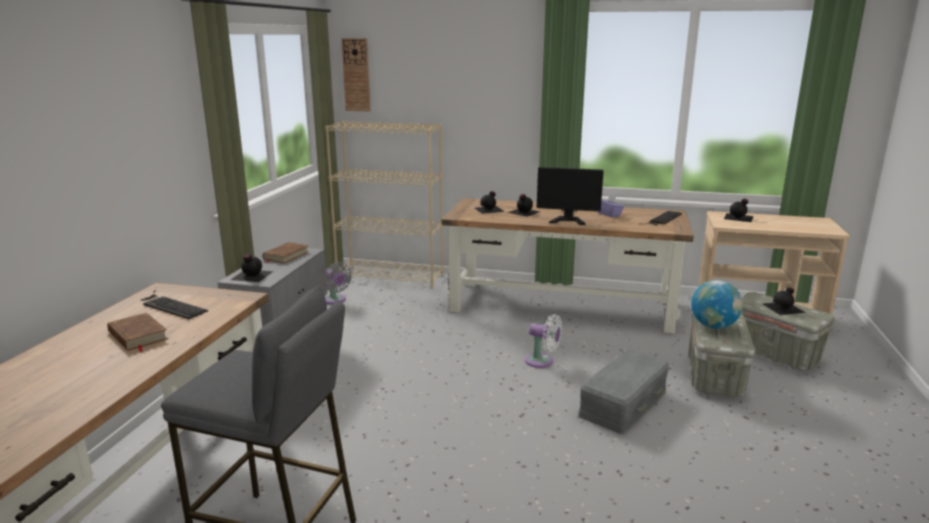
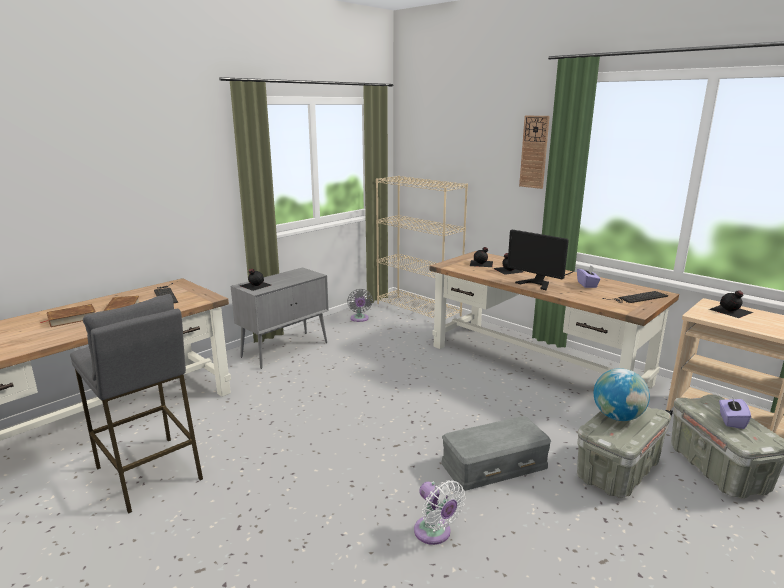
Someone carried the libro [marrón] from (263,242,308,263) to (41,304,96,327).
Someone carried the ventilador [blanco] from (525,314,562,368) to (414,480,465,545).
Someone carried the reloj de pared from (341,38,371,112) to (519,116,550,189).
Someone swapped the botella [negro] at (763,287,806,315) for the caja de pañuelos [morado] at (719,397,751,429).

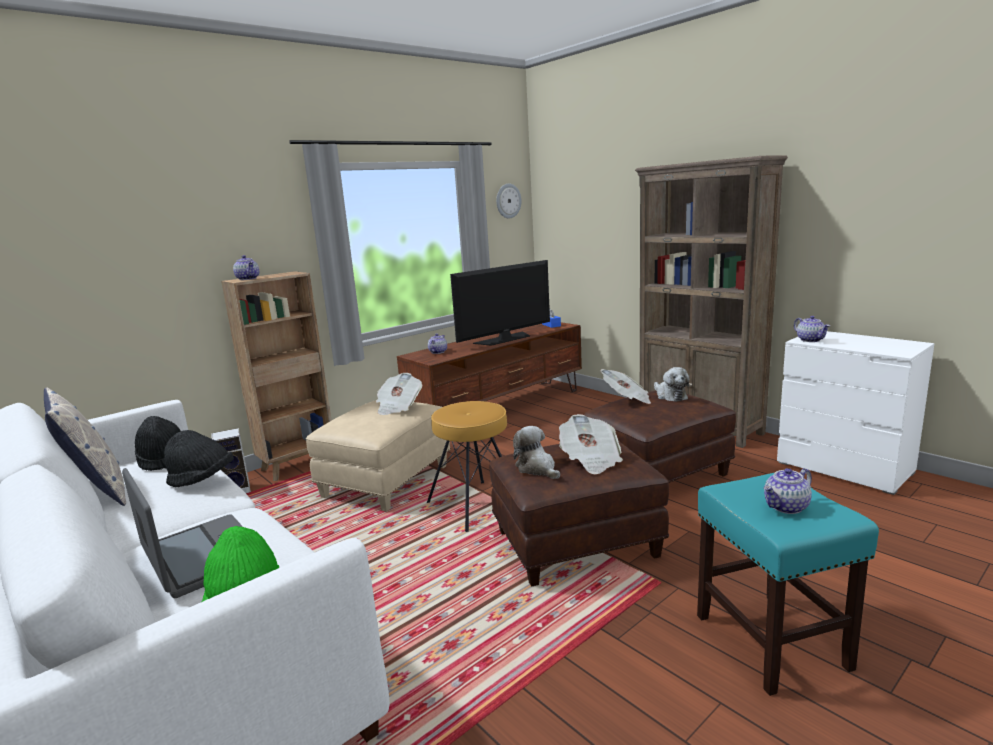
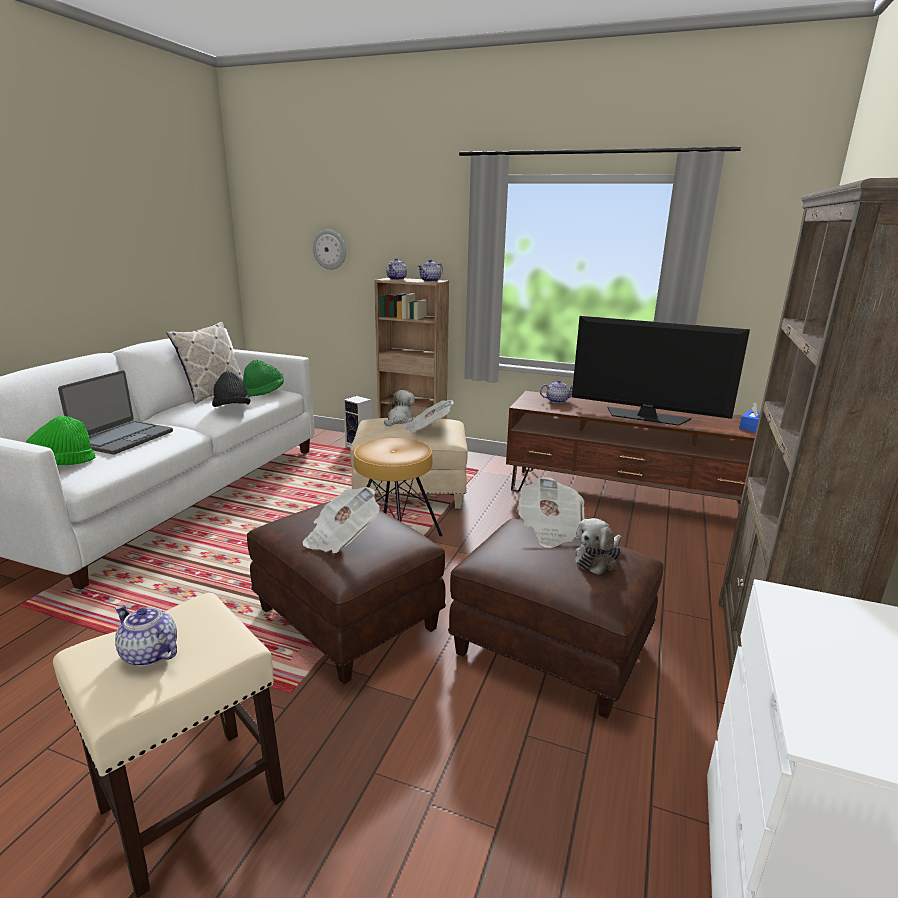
Someone repainted the taburete [turquesa] at (697,473,879,696), which became the taburete [beis] at (53,593,285,898).
Someone repainted the sombrero [negro] at (135,416,181,471), which became the sombrero [verde] at (243,359,284,397).
Someone carried the reloj de pared from (496,184,522,218) to (313,230,346,270).
Someone carried the peluche from (513,426,560,479) to (384,390,415,426).
Someone carried the tetera from (794,316,830,342) to (418,259,443,282).

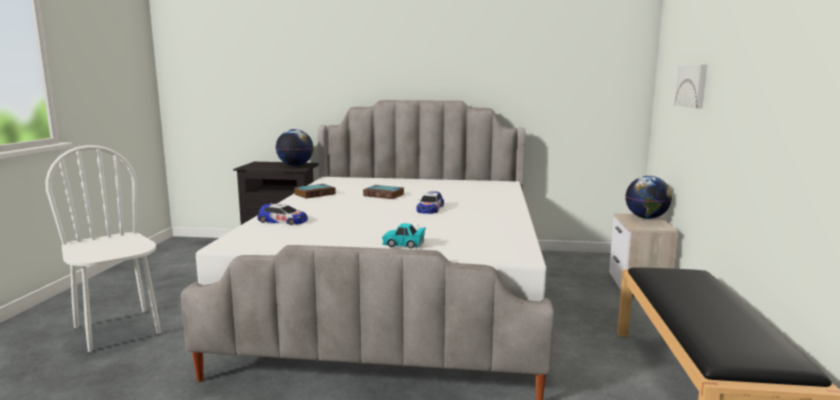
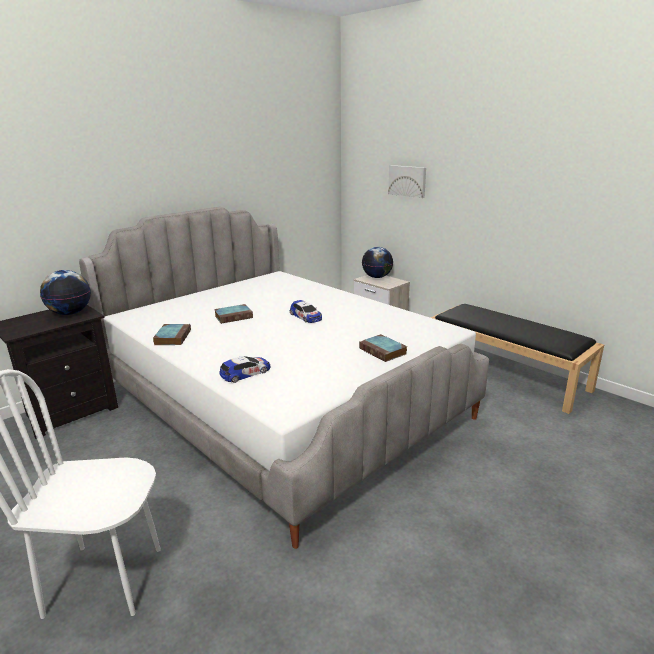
Someone swapped the coche de juguete [turquesa] at (382,223,426,249) for the libro at (359,334,407,362).

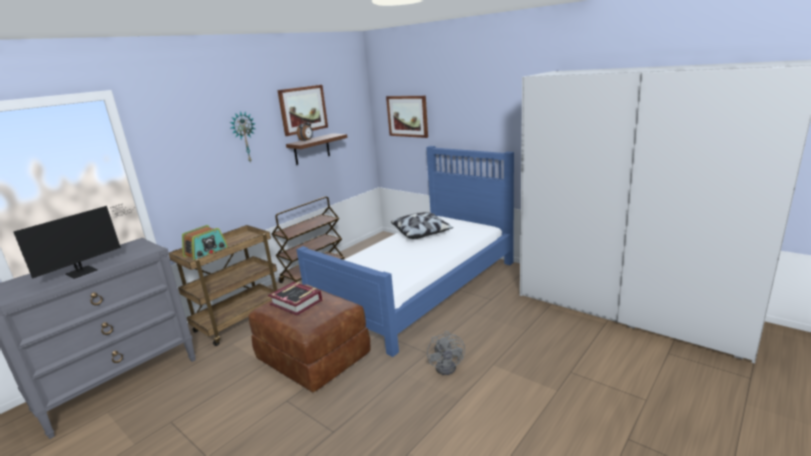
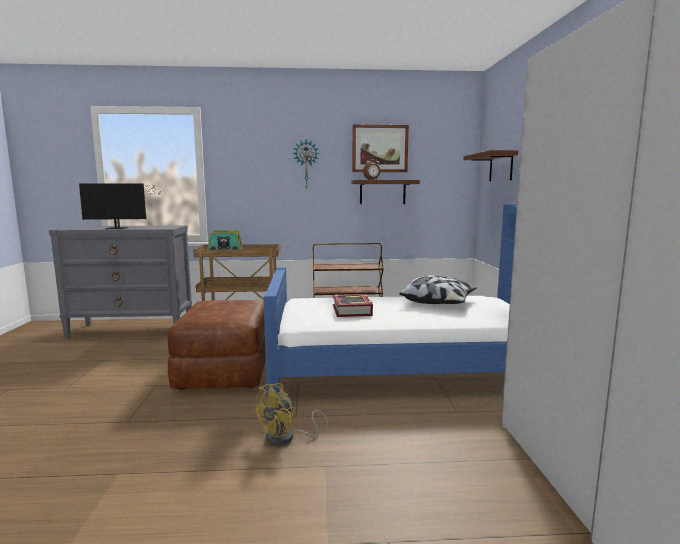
Someone repainted the ventilador [gris] at (427,331,465,375), which became the ventilador [amarillo] at (252,383,329,445).
Someone carried the libro from (268,281,323,316) to (333,294,373,317).
Someone swapped the cuadro at (386,96,428,138) for the estante [marrón] at (463,150,518,181).

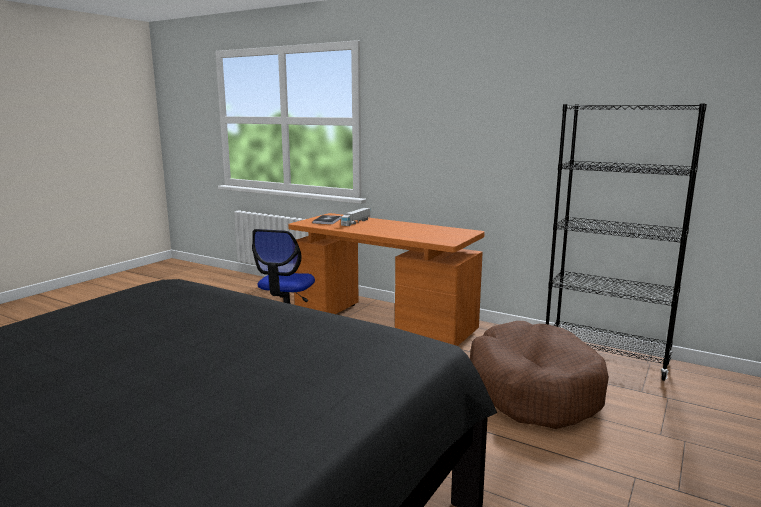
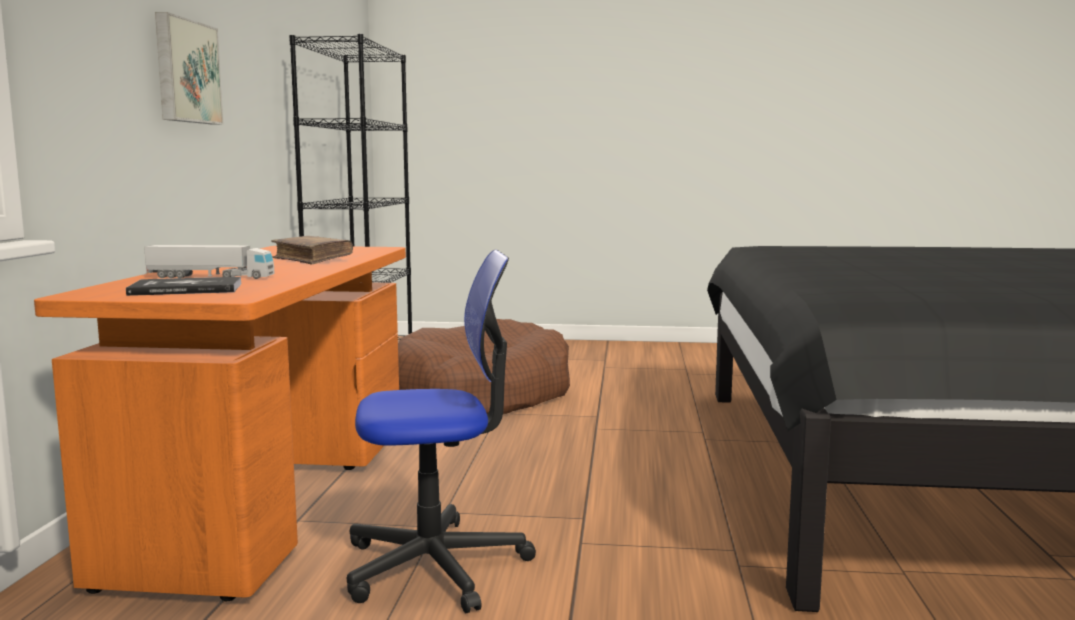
Someone put up the cuadro at (155,12,224,125).
Someone put down the libro [marrón] at (271,236,353,265).

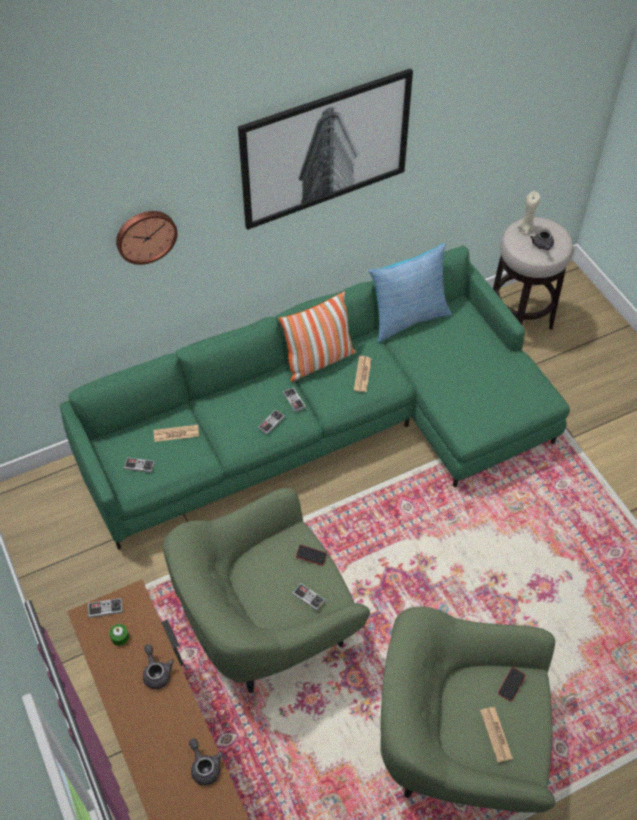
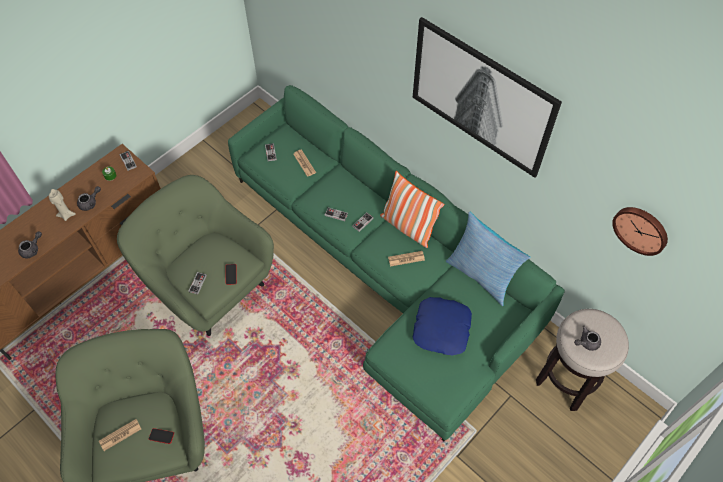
Someone carried the vela [beis] from (518,191,540,235) to (49,189,76,221).
Someone put down the cojín [azul] at (413,297,472,355).
Someone carried the reloj de pared from (116,211,178,265) to (612,207,668,256).

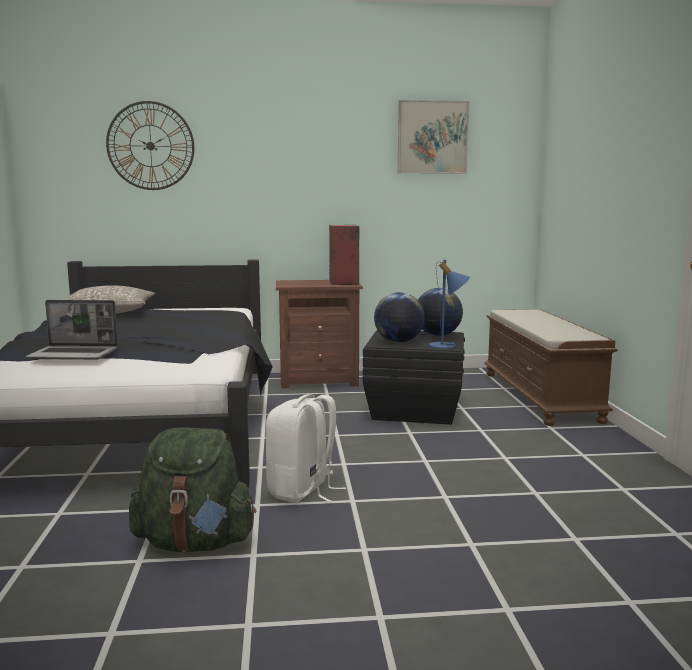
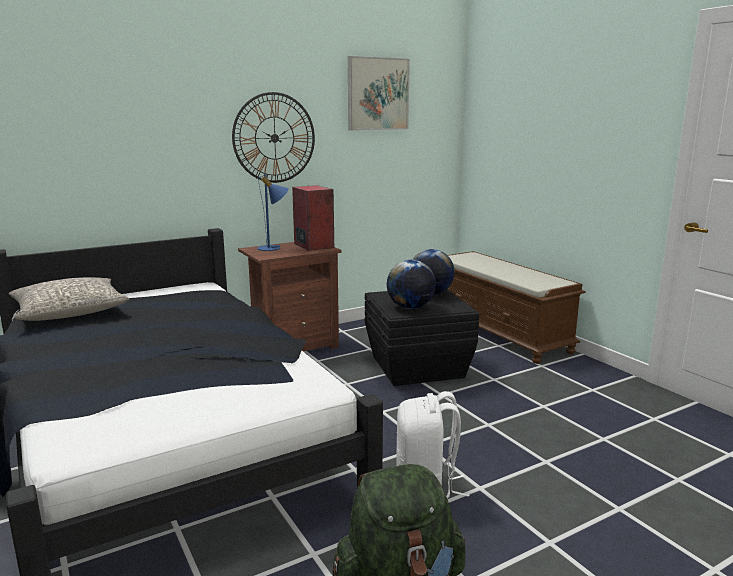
Someone carried the reloj de pared from (106,101,194,190) to (232,92,315,183).
Someone carried the lámpara de mesa [azul] from (429,260,470,348) to (257,174,289,251).
Someone took away the portátil at (25,300,118,360).

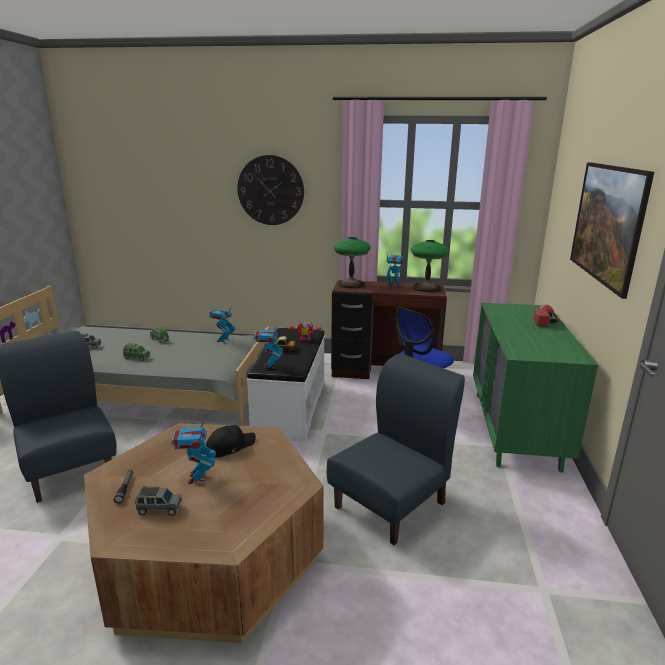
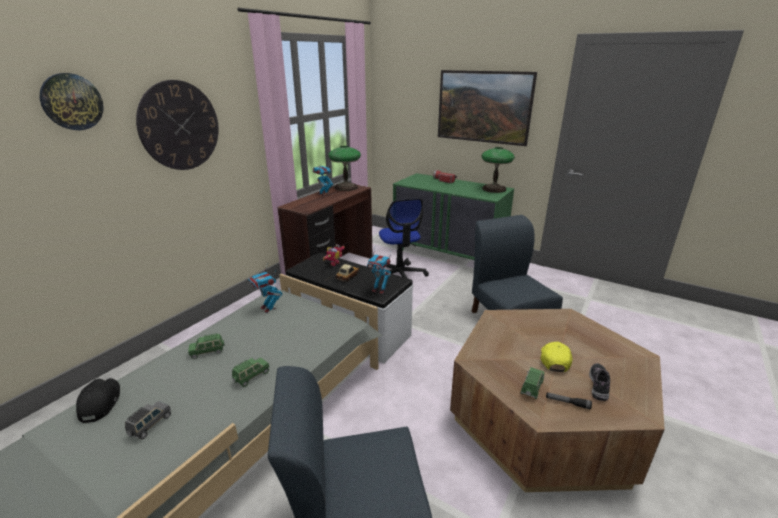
Someone put up the reloj de pared at (40,73,103,130).
Someone carried the gorra [negro] from (206,425,256,457) to (76,378,120,423).
Someone carried the lámpara de mesa from (334,237,371,289) to (481,147,515,193).
Someone put down the coche de juguete [verde] at (521,367,544,399).
Someone swapped the robot de juguete at (171,417,216,484) for the gorra [amarillo] at (541,342,573,372).
Someone swapped the coche de juguete [gris] at (135,487,182,516) for the zapato at (589,363,610,401).

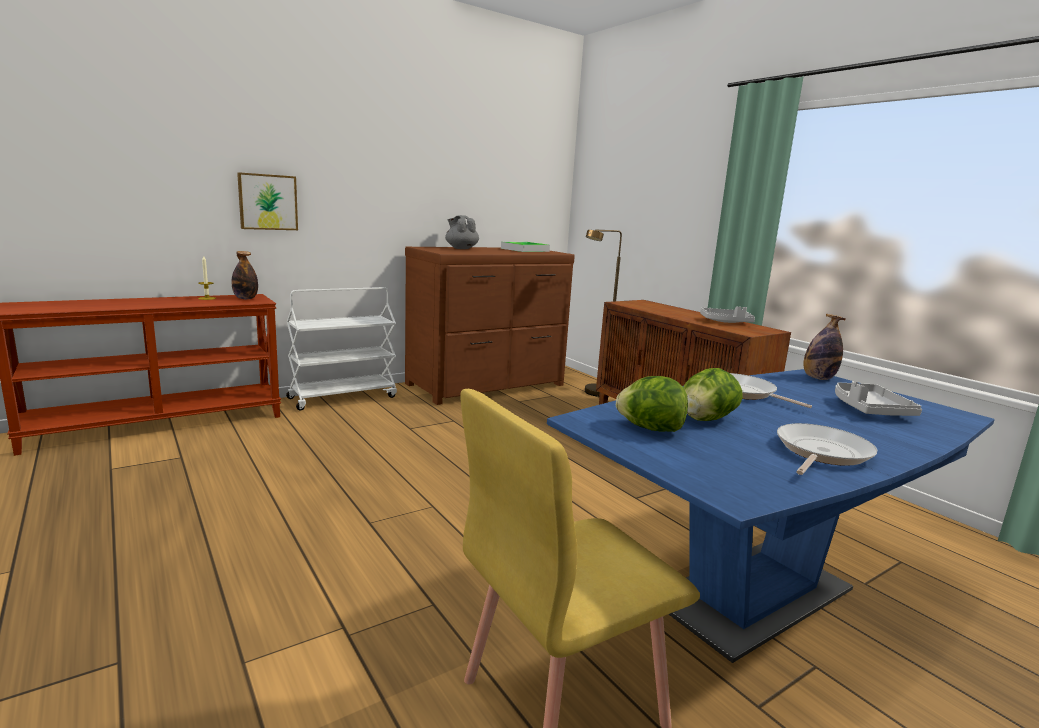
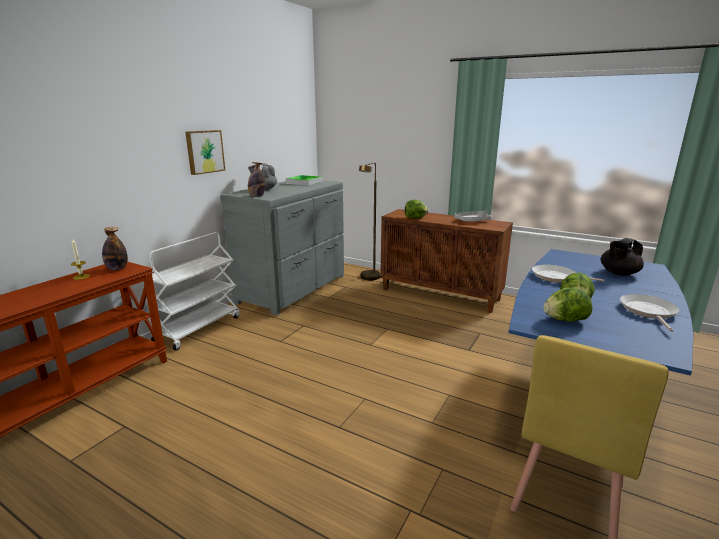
Someone carried the cuadro from (237,172,298,230) to (185,130,225,175).
Someone repainted the cómoda [marrón] at (405,247,575,405), which became the cómoda [gris] at (220,180,344,316).
Someone carried the botella from (803,314,846,380) to (248,162,265,197).
Someone put down the lechuga at (405,200,428,218).
Someone swapped the bandeja [gris] at (835,381,922,416) for the tetera [negro] at (601,238,644,276).

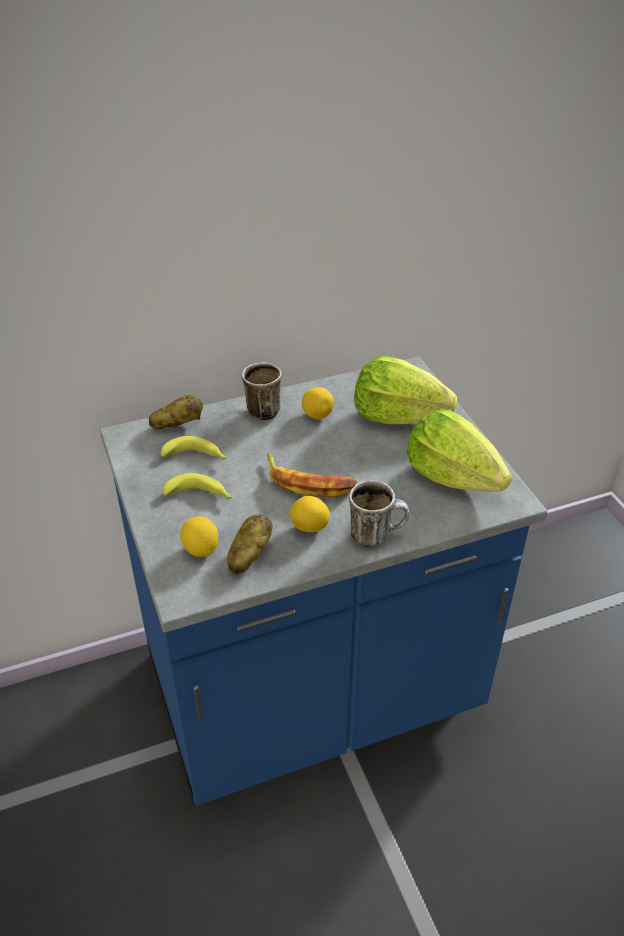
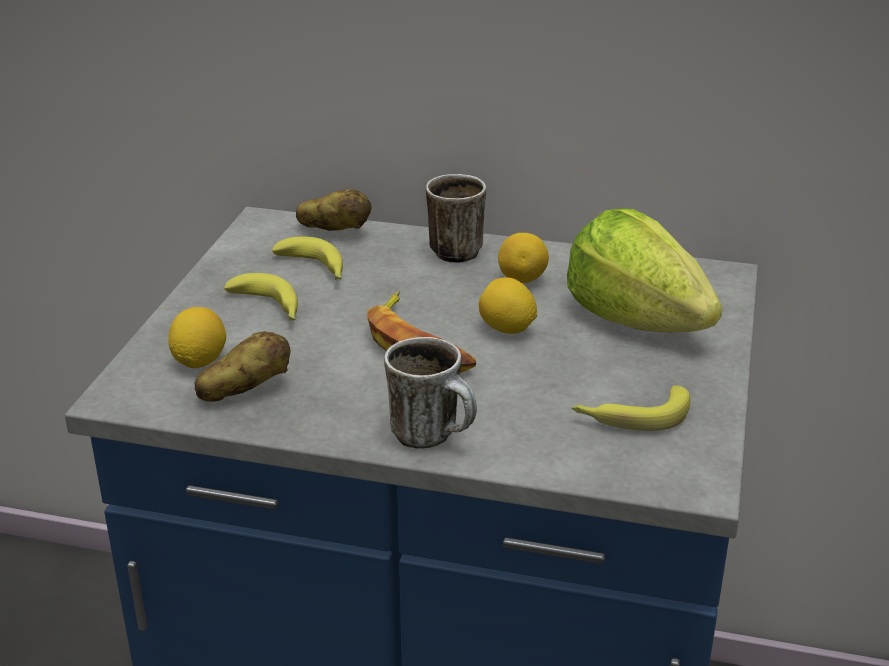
Someone carried the limón from (290,496,330,532) to (479,277,537,334).
Someone swapped the lechuga at (407,409,512,492) for the plátano at (572,385,690,431).

